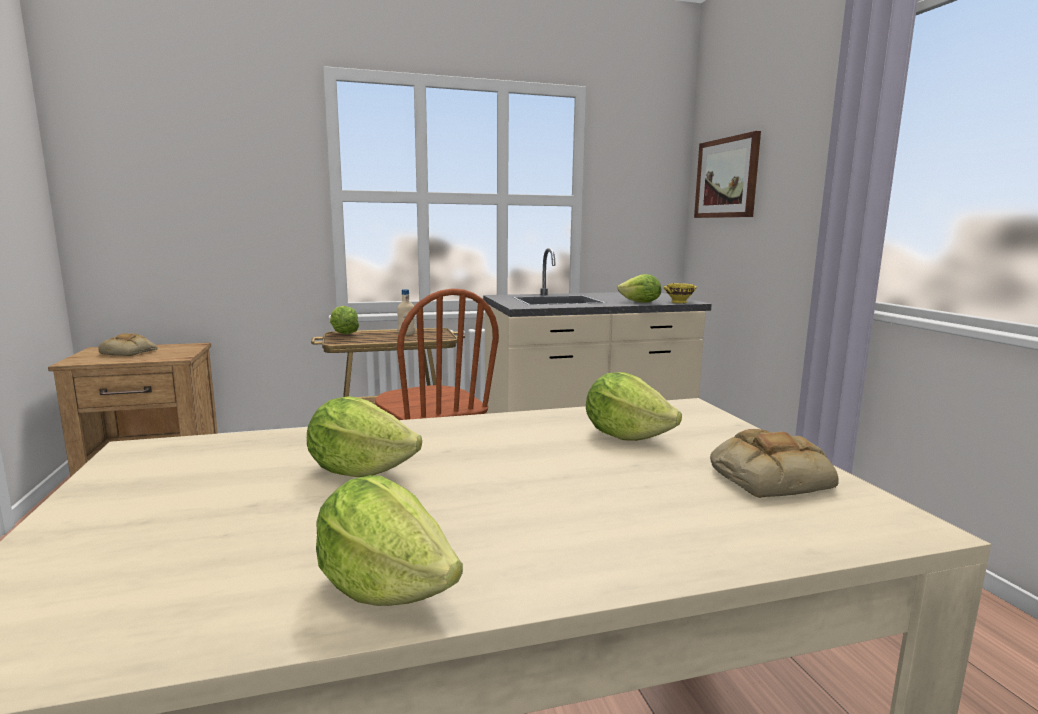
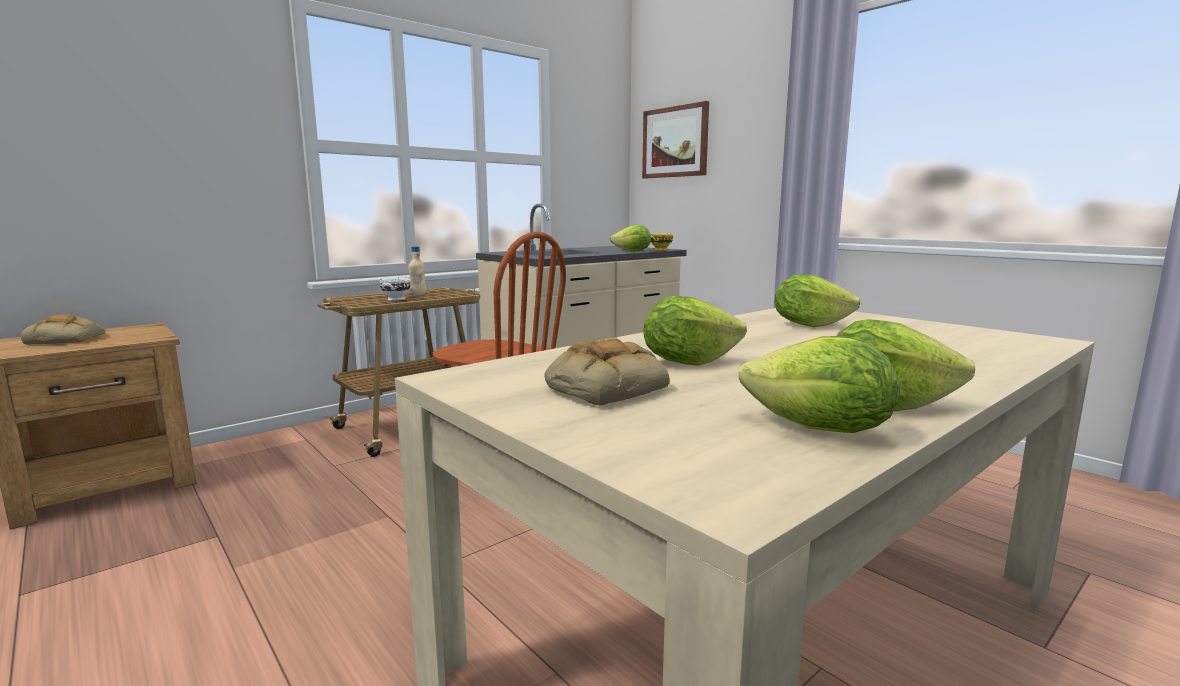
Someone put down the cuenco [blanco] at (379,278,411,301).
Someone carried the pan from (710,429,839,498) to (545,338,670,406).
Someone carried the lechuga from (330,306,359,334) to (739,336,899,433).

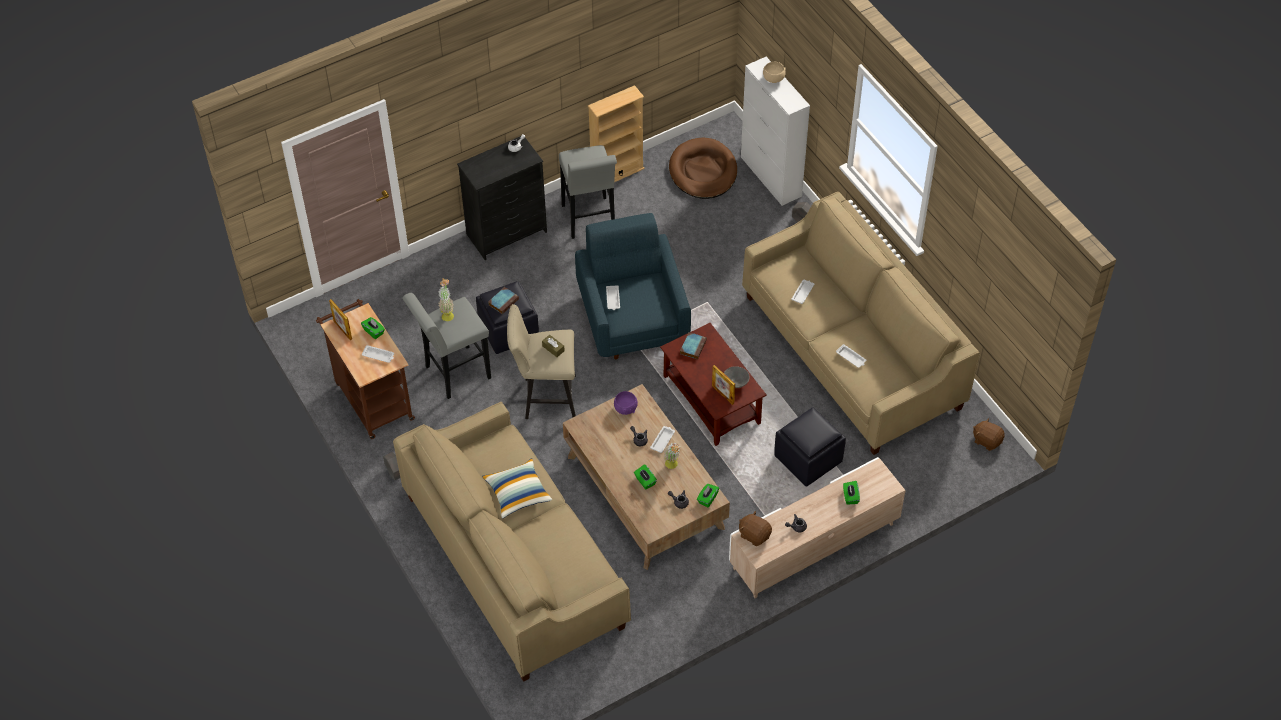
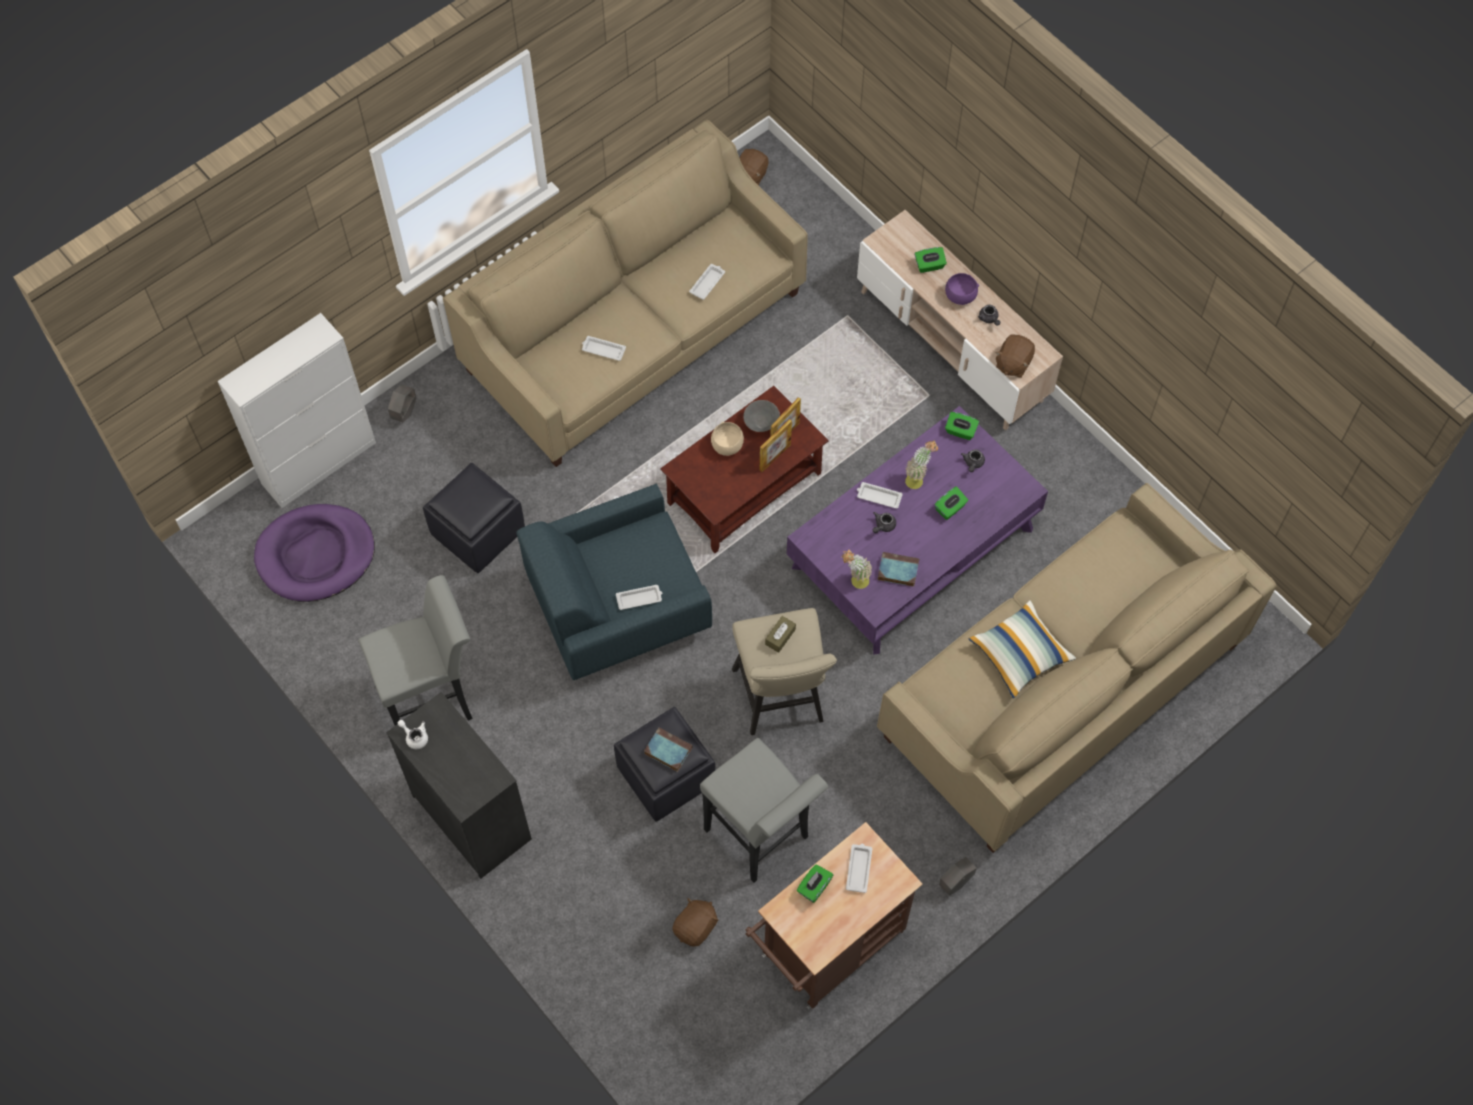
Someone repainted the cama para perro [marrón] at (669,138,737,199), which became the cama para perro [morado] at (254,504,375,602).
Someone carried the puf [negro] from (774,407,846,487) to (423,463,525,573).
Someone put down the peluche [marrón] at (672,898,719,947).
Someone carried the cuenco [beis] from (763,62,786,83) to (711,421,744,456).
Someone carried the portarretratos from (329,299,352,340) to (759,419,792,472).
Someone repainted the mesa de centro [marrón] at (563,384,730,570), which became the mesa de centro [morado] at (787,406,1048,654).
Someone carried the planta en maceta from (438,278,454,321) to (842,550,872,589).
Someone carried the libro from (680,332,707,360) to (877,552,919,587).
Someone carried the cuenco [morado] from (614,391,638,415) to (945,273,979,305).
Someone took away the estantería [beis] at (588,85,644,182).

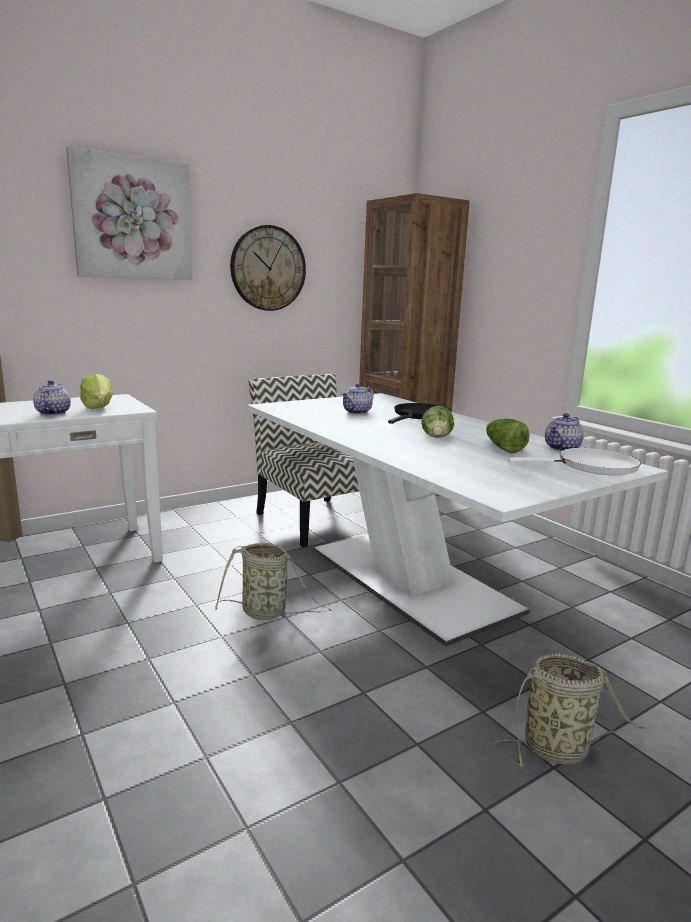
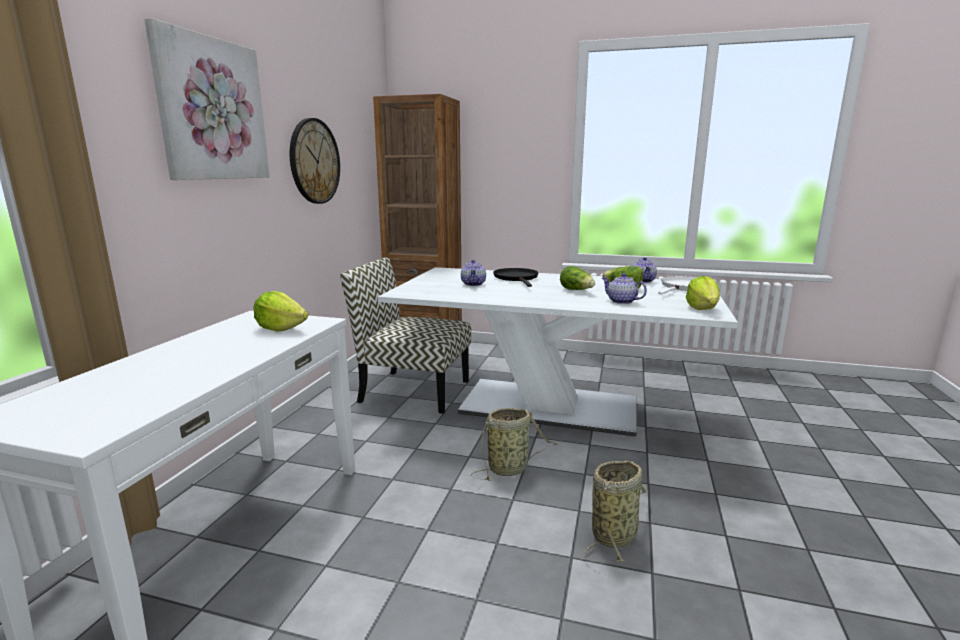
Someone carried the cesta from (493,653,647,768) to (584,461,649,562).
Someone carried the tetera from (33,380,71,415) to (602,273,647,304).
Someone put down the lechuga at (686,276,720,310).

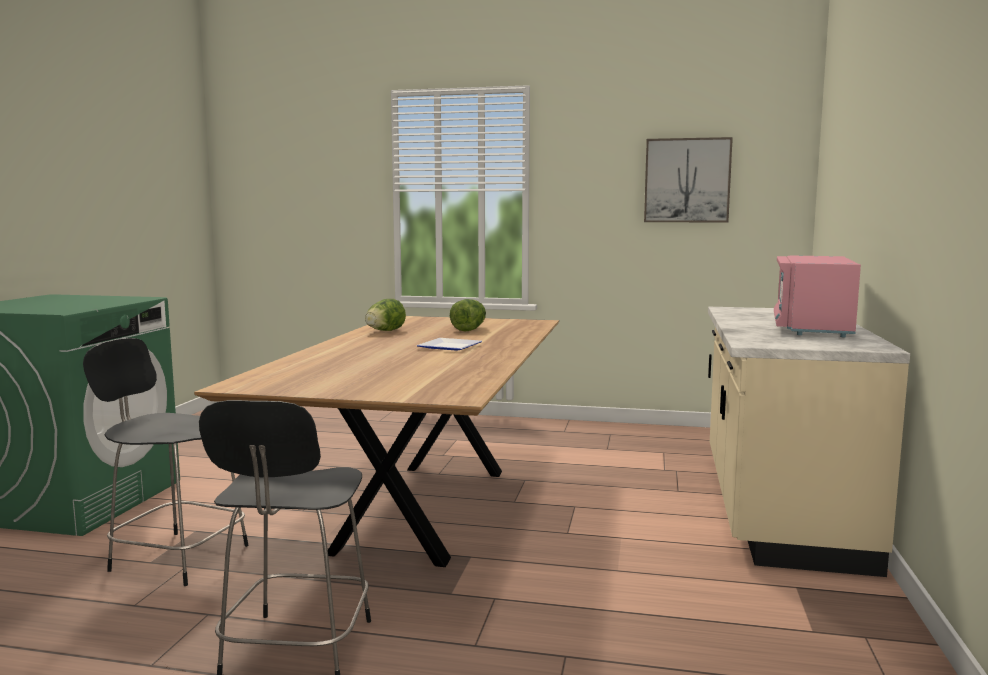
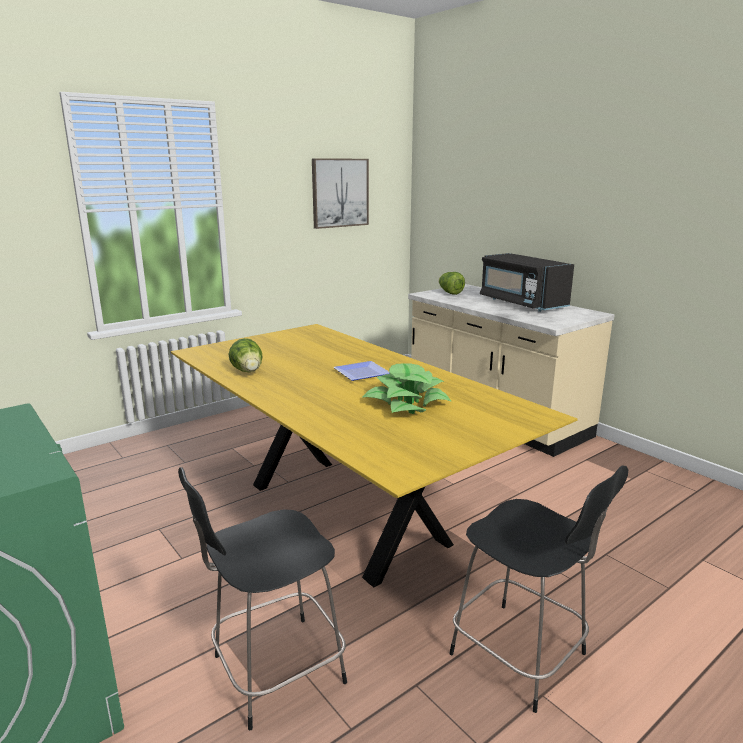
Someone repainted the mesa de comedor [marrón] at (194,316,559,567), which became the mesa de comedor [amarillo] at (171,324,578,587).
Someone put down the planta en maceta at (362,363,452,414).
Someone carried the lechuga from (450,299,486,331) to (439,272,465,295).
Someone repainted the microondas [rosa] at (774,255,861,337), which became the microondas [negro] at (480,253,574,312).

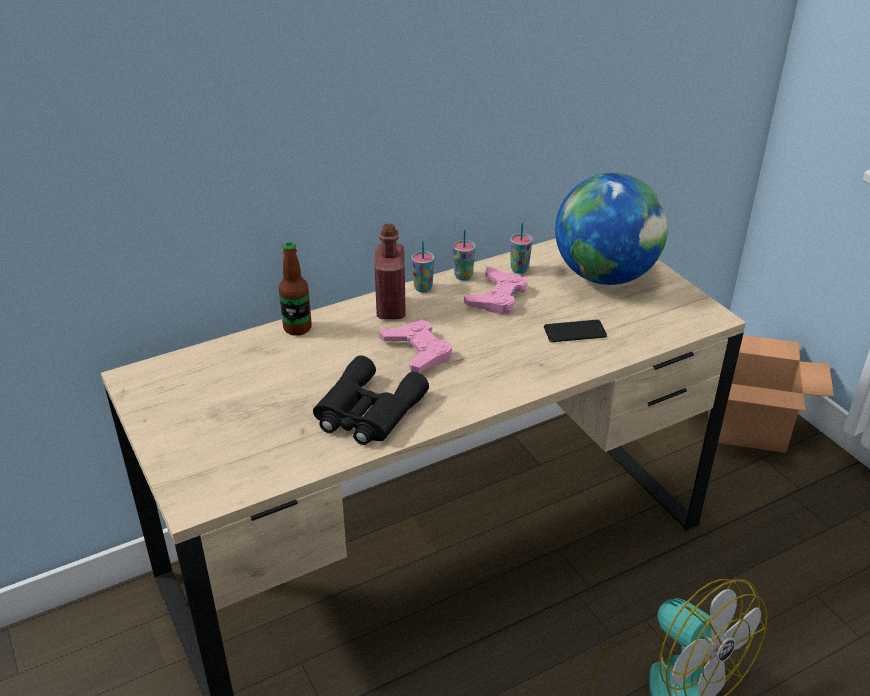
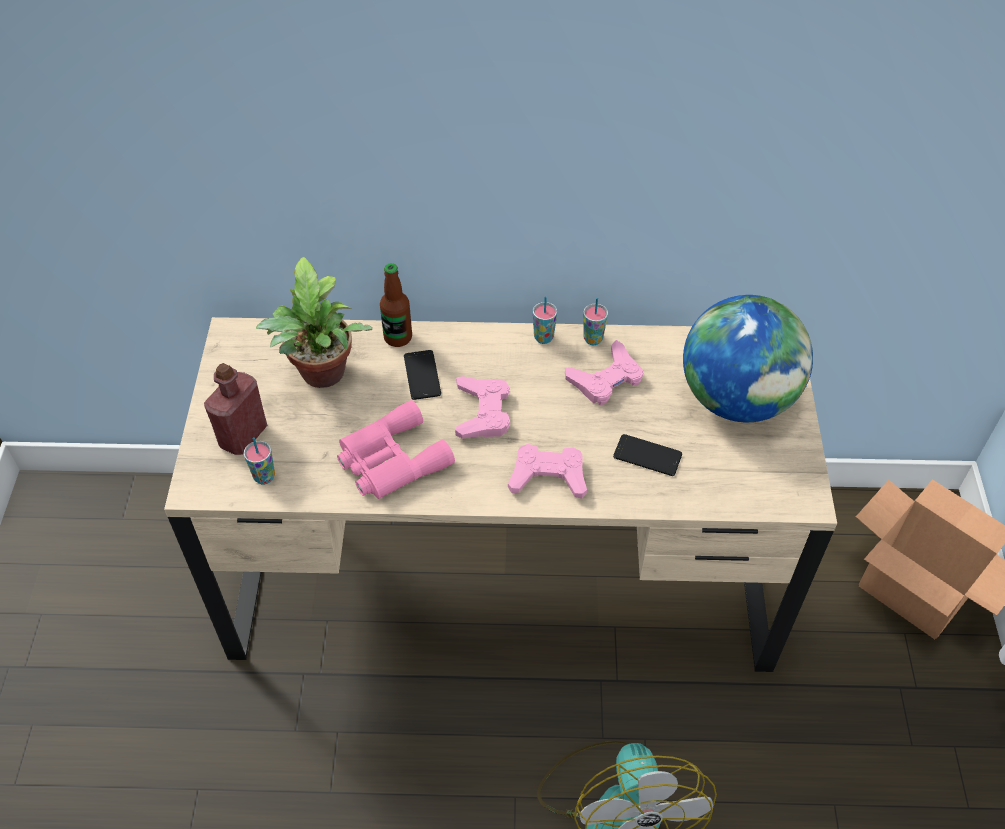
Someone carried the botella [rojo] from (375,224,406,319) to (204,363,268,455).
Someone carried the taza from (510,223,533,274) to (244,437,275,485).
Someone put down the planta en maceta at (256,256,373,388).
Someone repainted the prismáticos [negro] at (313,355,429,445), which became the prismáticos [rosa] at (337,400,455,499).
Someone put down the móvil at (404,350,441,400).
Someone put down the mando de consola [rosa] at (508,444,587,499).

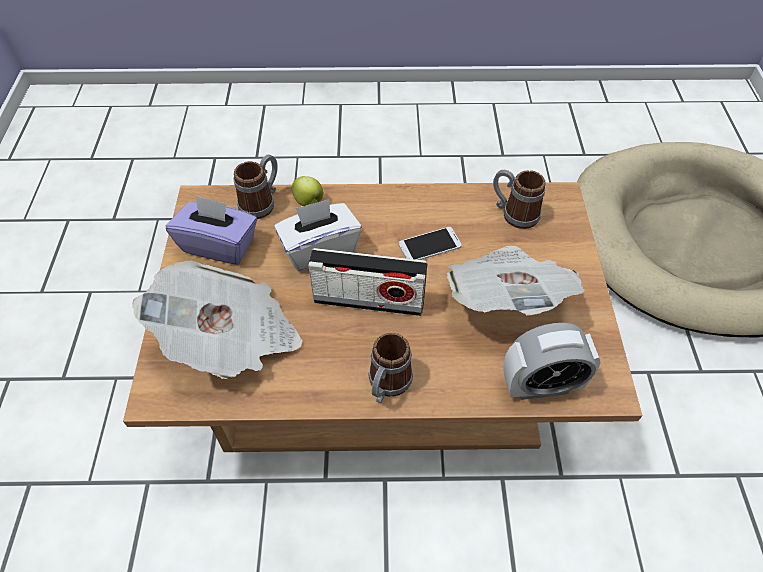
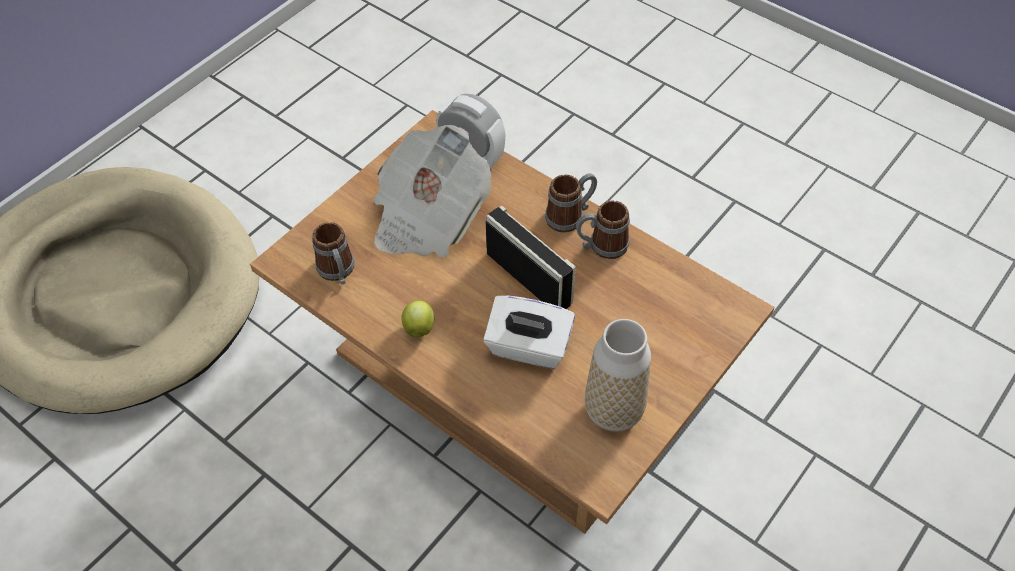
Someone carried the manzana from (292,176,323,206) to (401,301,434,337).
Someone carried the taza grande from (233,154,278,219) to (576,200,630,259).
Someone swapped the caja de pañuelos [morado] at (165,195,257,265) for the florero at (585,319,651,432).
Someone took away the periódico at (132,260,303,379).
Someone took away the móvil at (398,227,462,260).

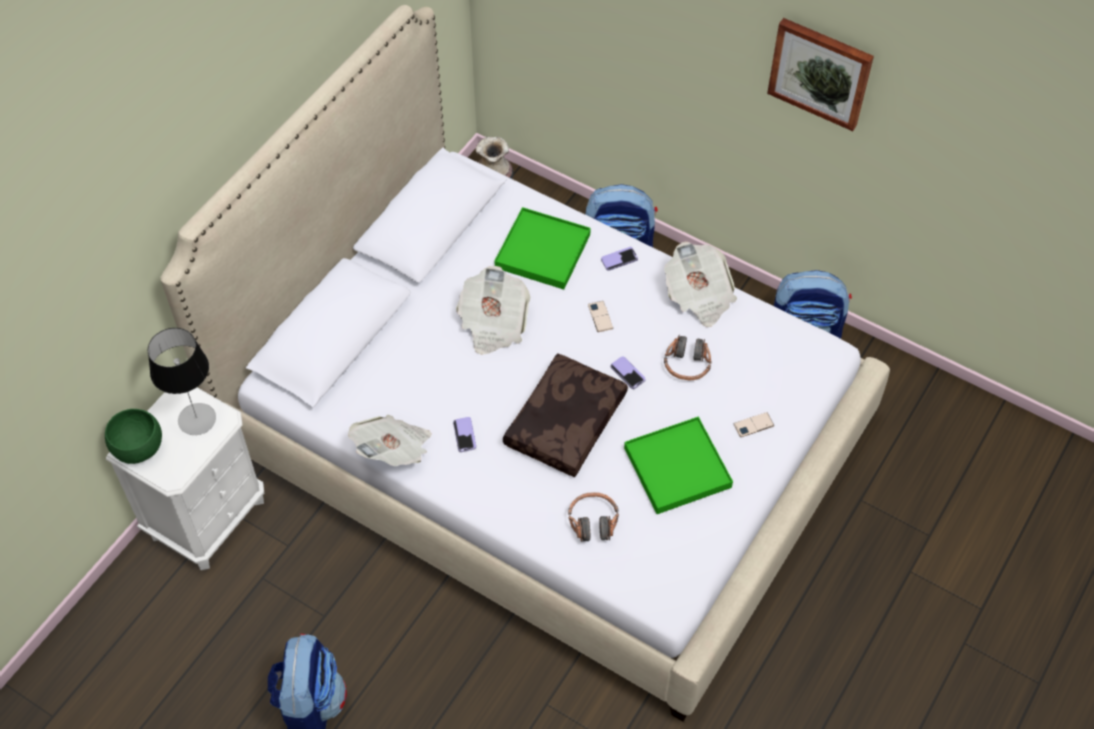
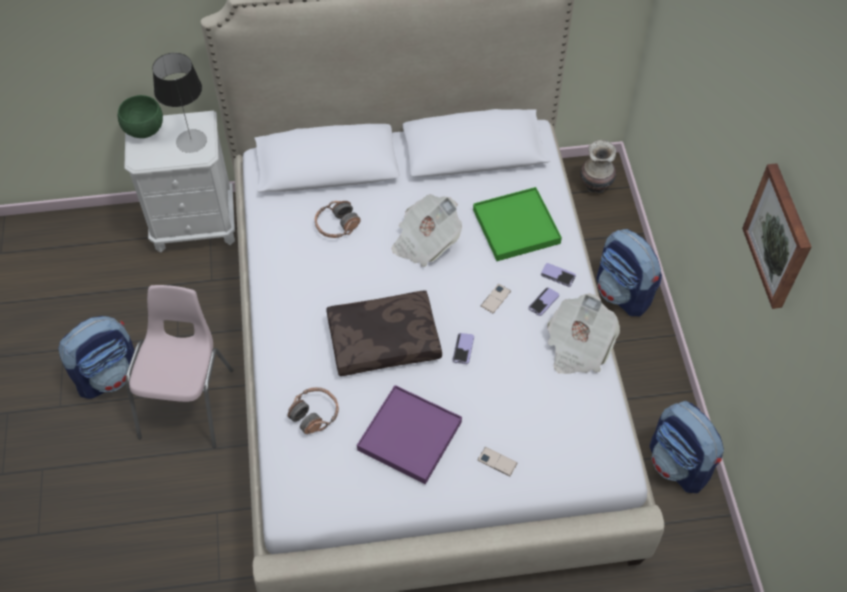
Someone put down the silla [rosa] at (126,285,233,448).
Someone carried the auriculares from (664,335,712,380) to (315,201,361,238).
Someone repainted the bandeja [verde] at (624,417,733,514), which became the bandeja [morado] at (357,385,462,484).
Someone carried the móvil from (453,417,476,452) to (528,287,559,316).
Someone took away the periódico at (348,415,432,466).

